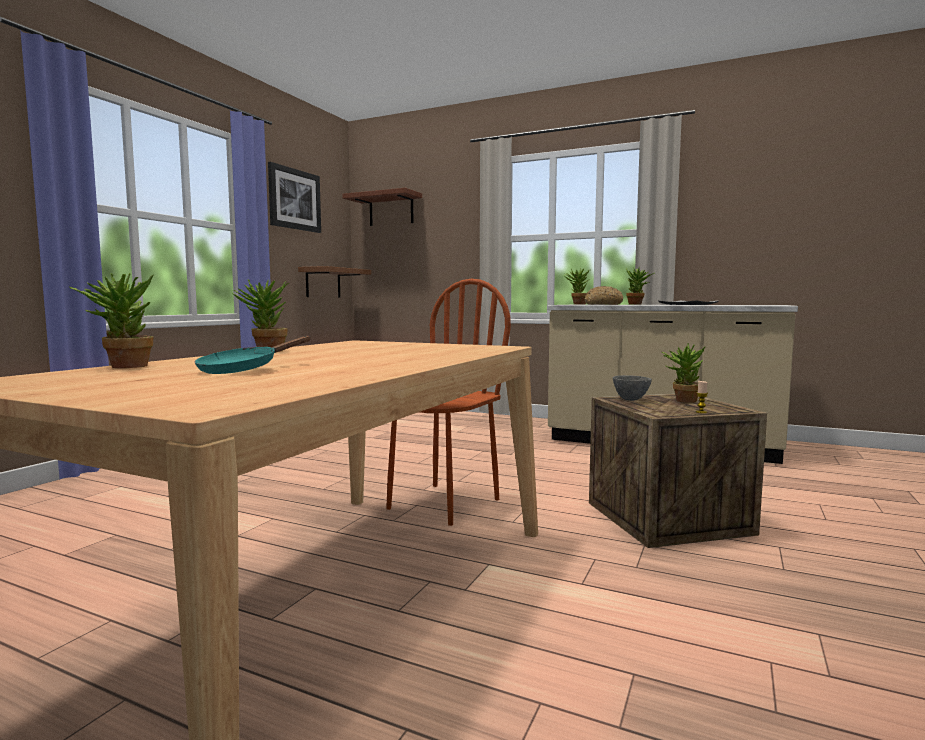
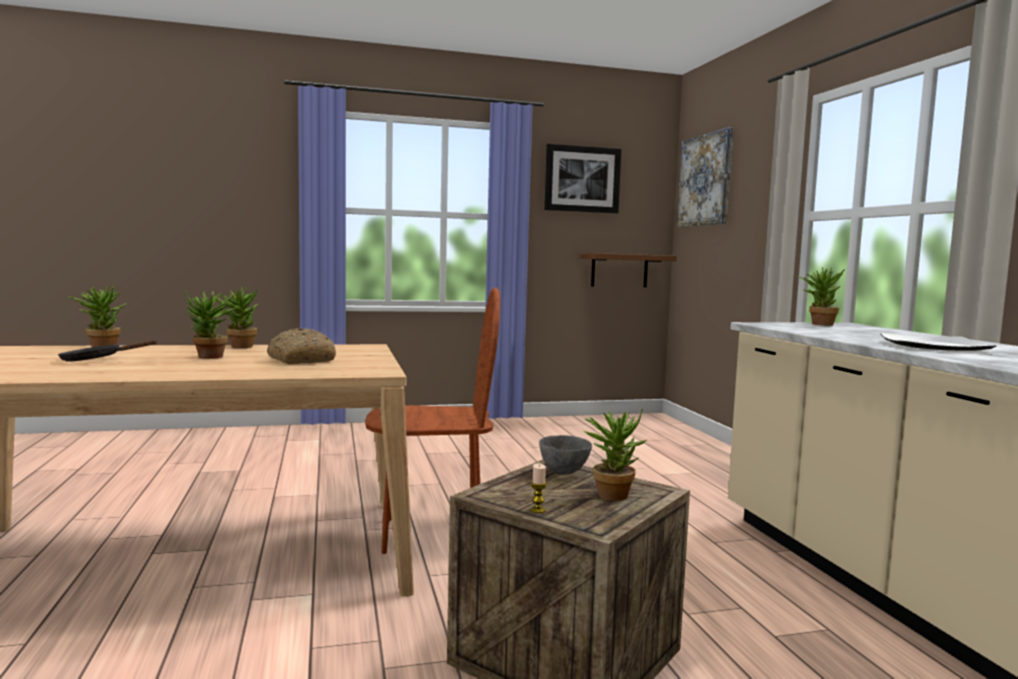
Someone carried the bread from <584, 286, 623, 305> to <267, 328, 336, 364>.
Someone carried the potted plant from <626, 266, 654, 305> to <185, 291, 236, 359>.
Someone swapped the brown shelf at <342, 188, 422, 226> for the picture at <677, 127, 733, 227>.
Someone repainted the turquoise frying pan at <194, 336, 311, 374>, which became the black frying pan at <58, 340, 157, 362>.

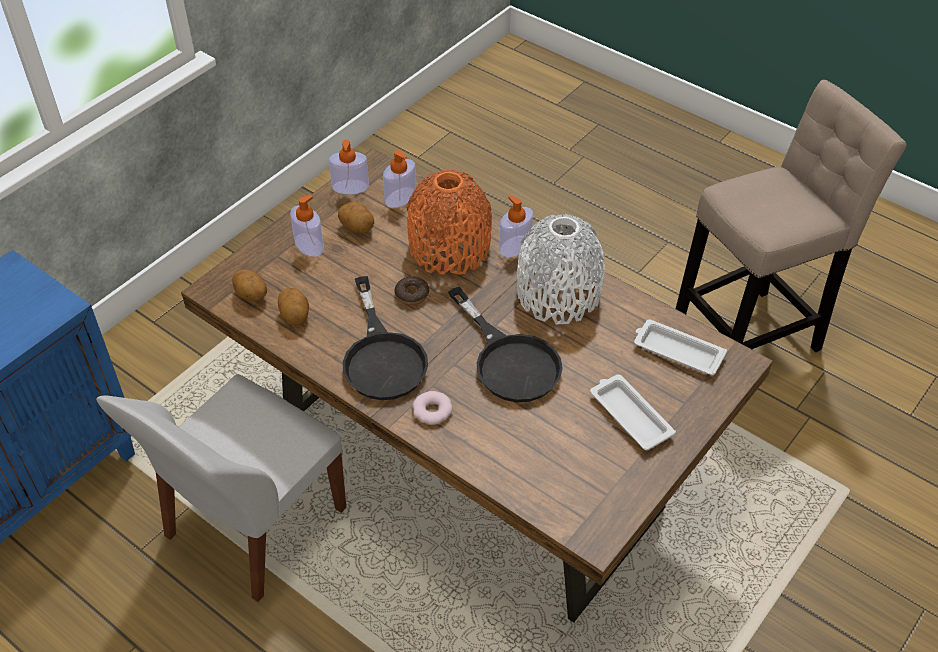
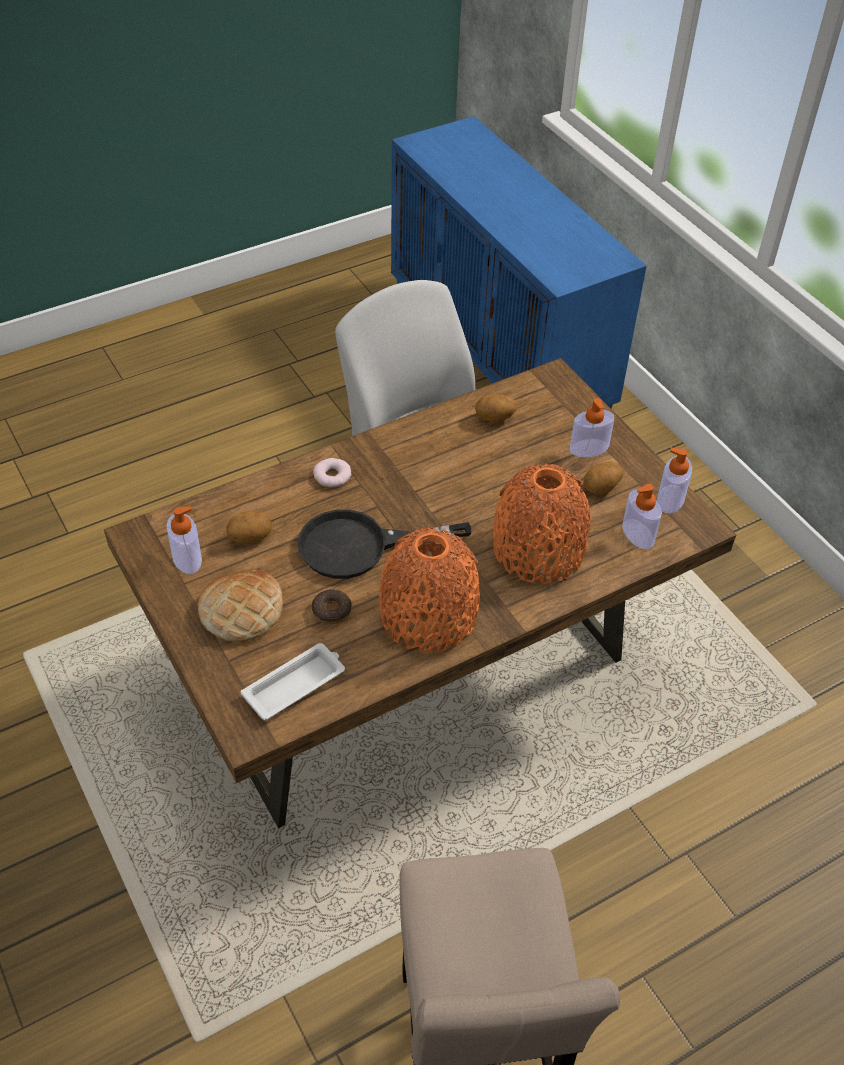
Someone took away the black frying pan at <343, 276, 428, 400>.
Someone carried the potato from <232, 269, 267, 301> to <226, 511, 272, 544>.
Someone carried the donut from <394, 276, 429, 305> to <312, 589, 352, 624>.
Someone carried the soap dispenser from <499, 195, 533, 257> to <166, 506, 202, 574>.
Someone swapped the white tray at <590, 374, 676, 450> for the bread at <198, 569, 283, 642>.
Someone repainted the white vase at <517, 213, 605, 325>, which became the orange vase at <379, 527, 480, 653>.

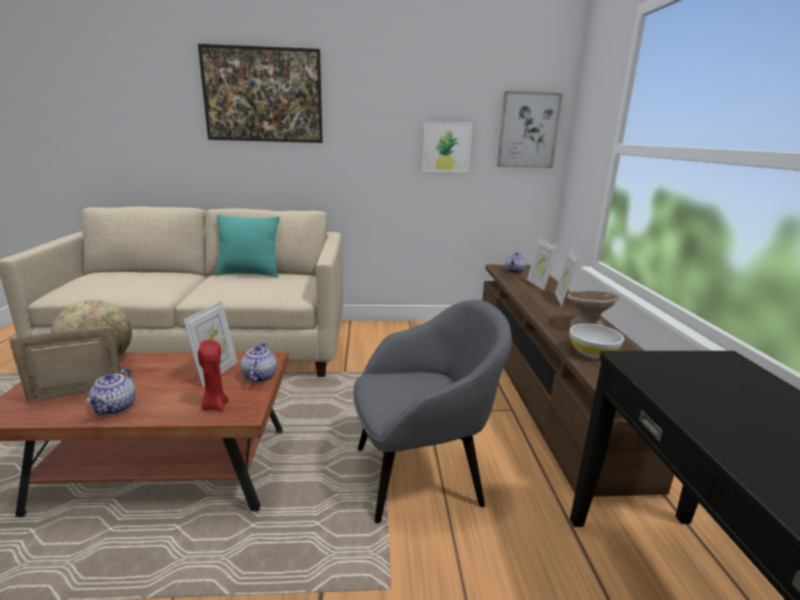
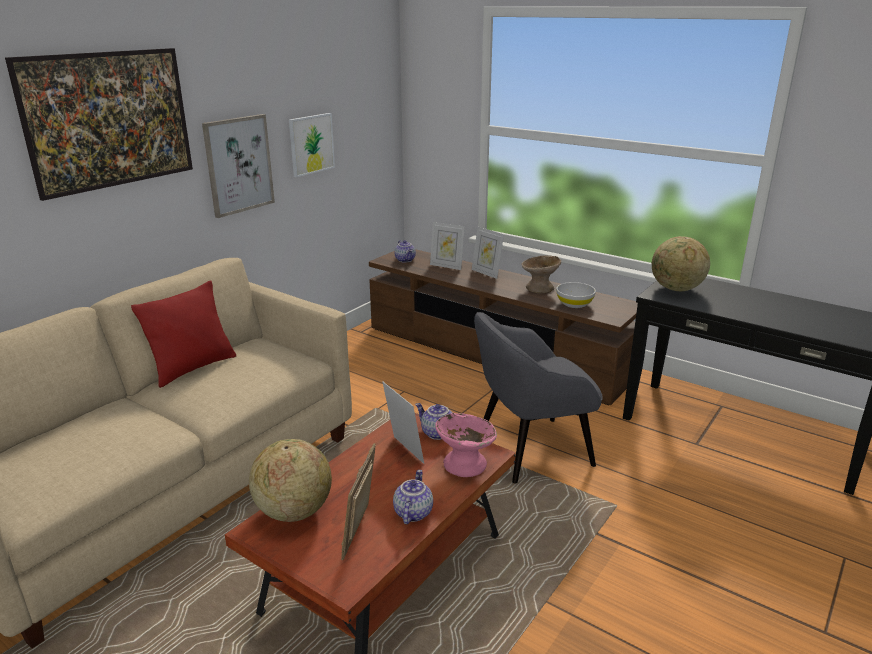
Someone put down the globe at <652, 236, 710, 291>.
Someone carried the picture from <497, 91, 563, 168> to <202, 114, 275, 218>.
Someone swapped the red candle at <198, 340, 229, 411> for the pink bowl at <435, 413, 497, 477>.
Someone repainted the turquoise pillow at <214, 214, 280, 278>, which became the red pillow at <131, 280, 236, 388>.
Someone rotated the teapot at <87, 368, 136, 415> by 120 degrees counterclockwise.
Someone rotated the grey armchair at <353, 300, 512, 523> by 135 degrees counterclockwise.

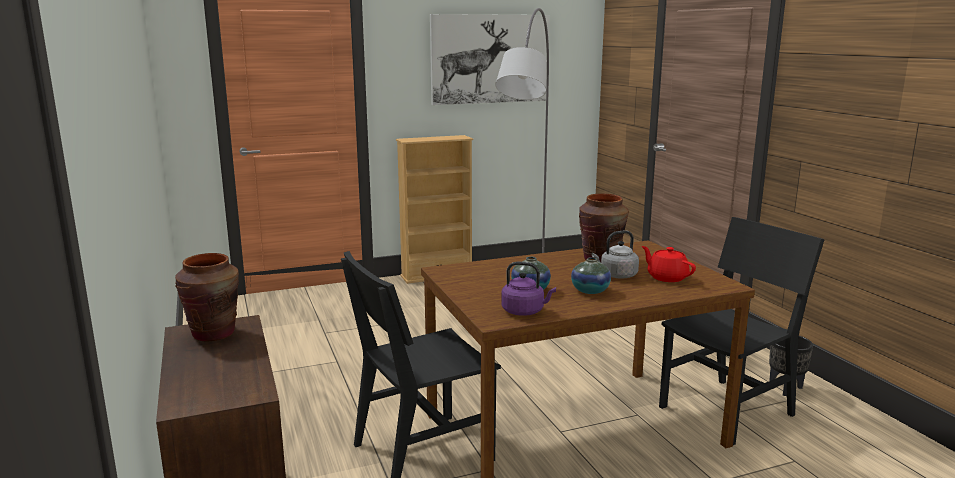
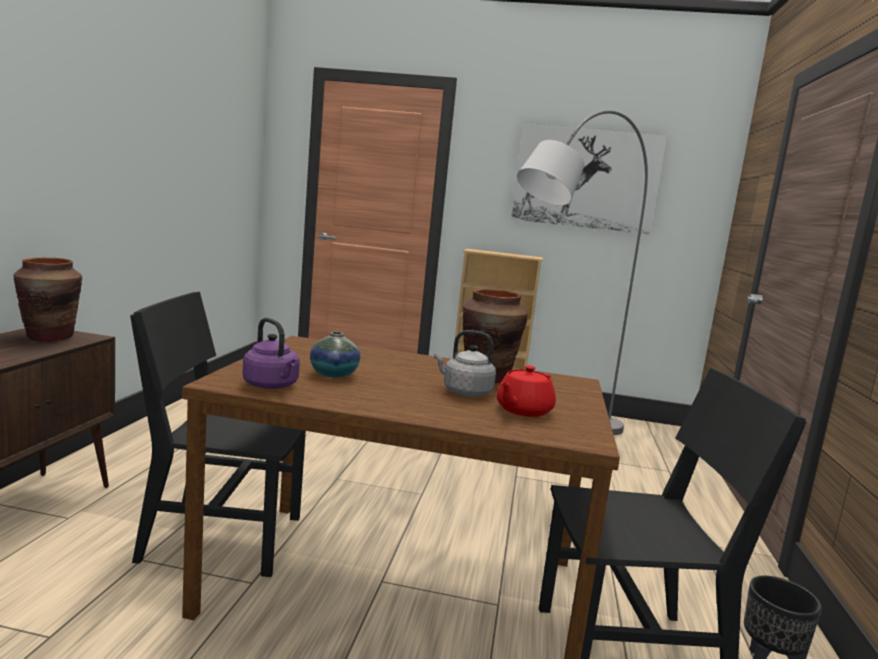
Someone took away the vase at <571, 257, 611, 294>.
Someone rotated the red teapot at <642, 246, 696, 282> by 135 degrees counterclockwise.

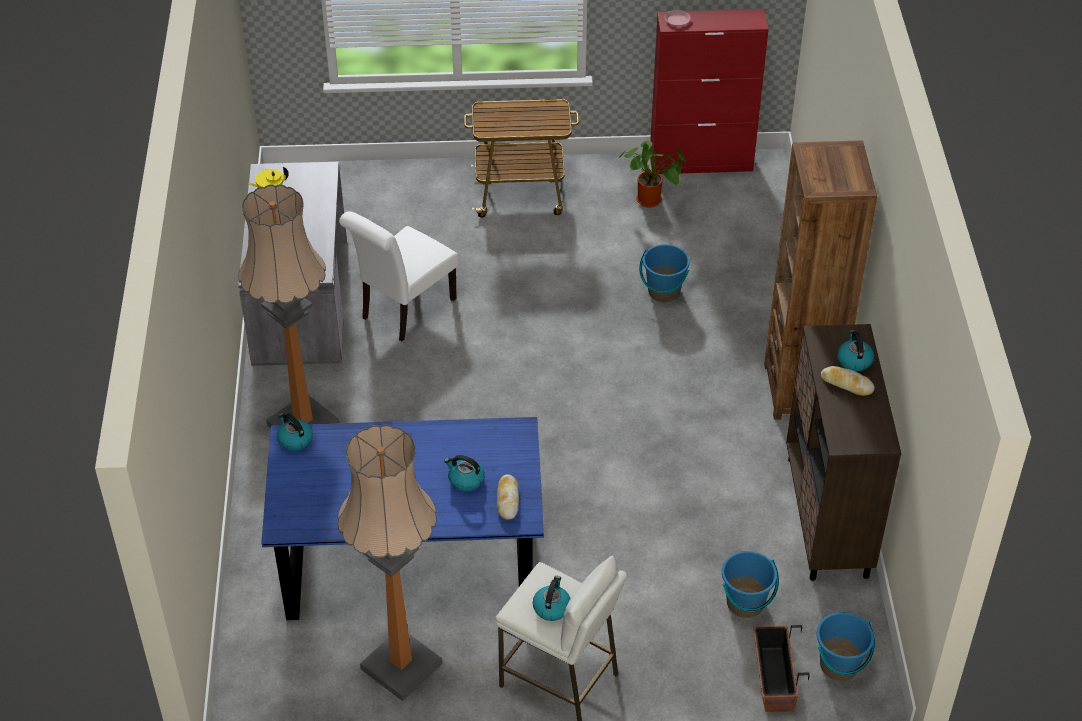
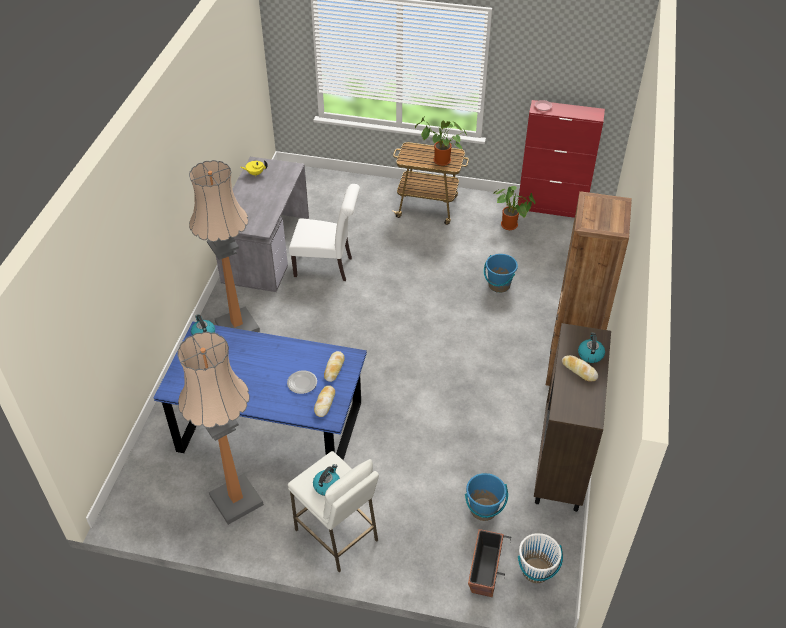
Someone put down the bread at <324, 351, 345, 382>.
Someone put down the potted plant at <415, 117, 467, 166>.
Someone swapped the kettle at <444, 455, 485, 491> for the plate at <287, 371, 317, 394>.
Someone repainted the blue bucket at <817, 612, 875, 681>, which became the white bucket at <518, 533, 563, 583>.
Someone rotated the white chair at <339, 211, 459, 341> by 135 degrees counterclockwise.

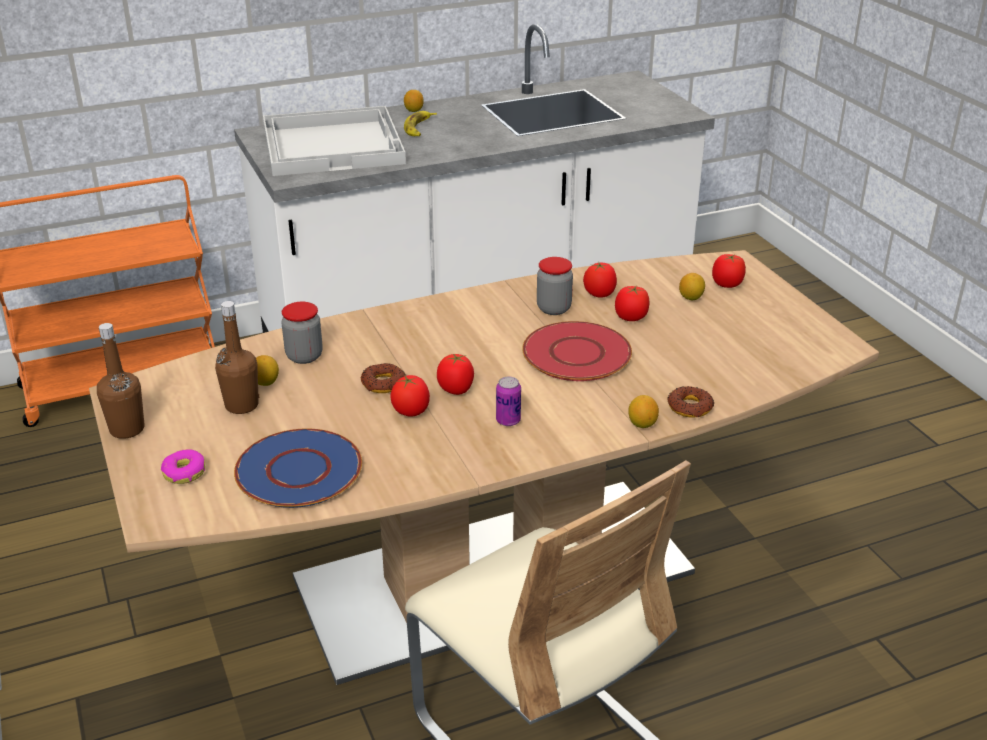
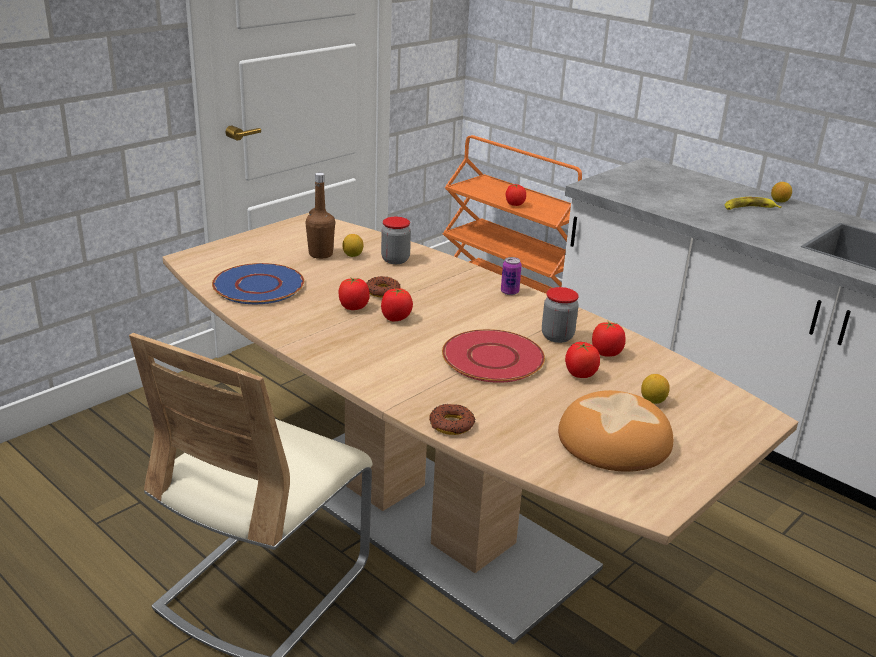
Someone took away the brown bottle at <97, 323, 145, 439>.
Someone took away the donut at <161, 449, 205, 484>.
Someone took away the white tray at <263, 106, 406, 176>.
Someone took away the lemon at <628, 395, 659, 428>.
Someone put down the bread at <558, 390, 673, 472>.
Someone carried the can from <496, 377, 521, 426> to <501, 257, 522, 295>.
Someone carried the tomato from <712, 254, 746, 288> to <506, 184, 526, 206>.

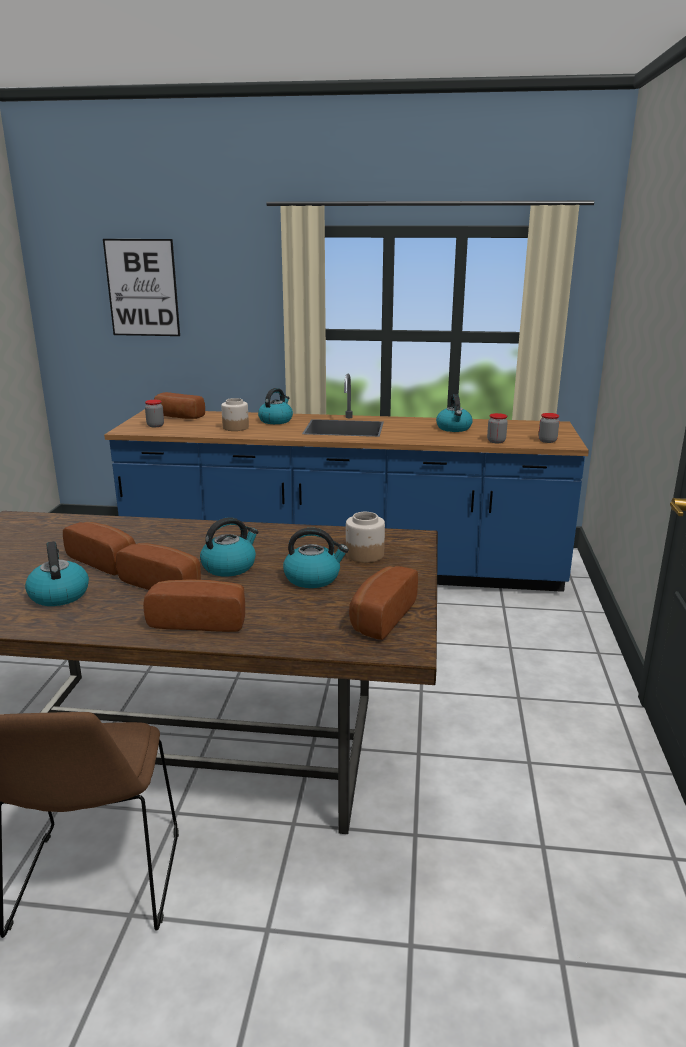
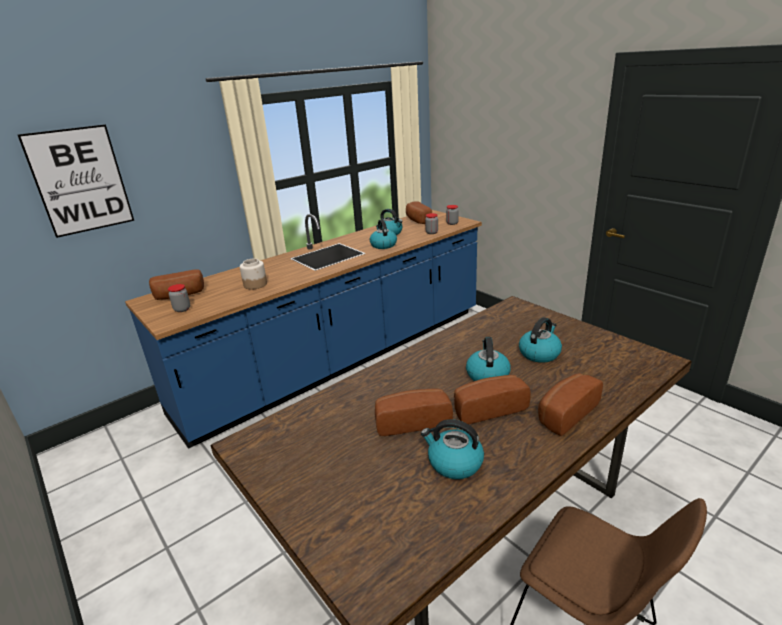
Someone took away the jar at <346, 512, 385, 563>.
Someone carried the kettle from <258, 388, 293, 424> to <369, 219, 397, 249>.
Someone carried the bread from <349, 566, 418, 640> to <406, 201, 432, 224>.

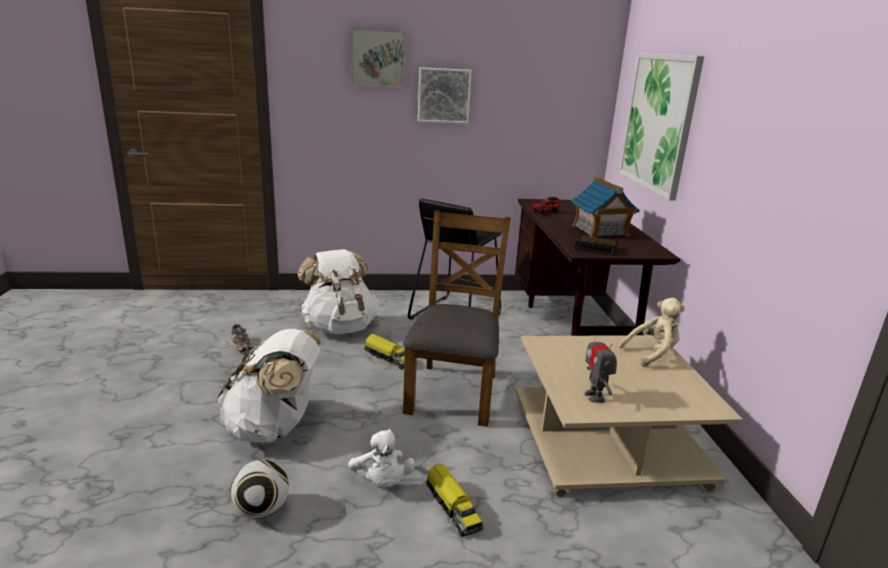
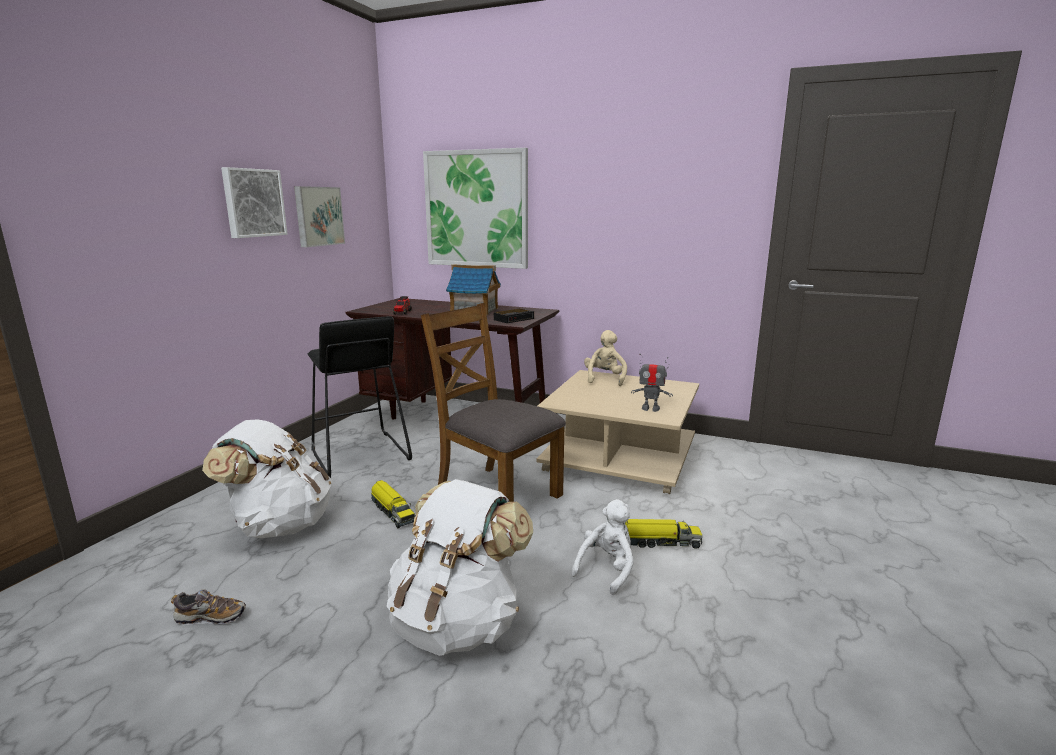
Someone took away the football at <230, 460, 289, 519>.
Someone carried the picture from <351, 28, 405, 88> to <294, 186, 345, 247>.
Someone rotated the white plush toy at <348, 429, 415, 487> by 60 degrees counterclockwise.
Someone rotated the toy truck at <364, 333, 405, 370> by 75 degrees clockwise.

